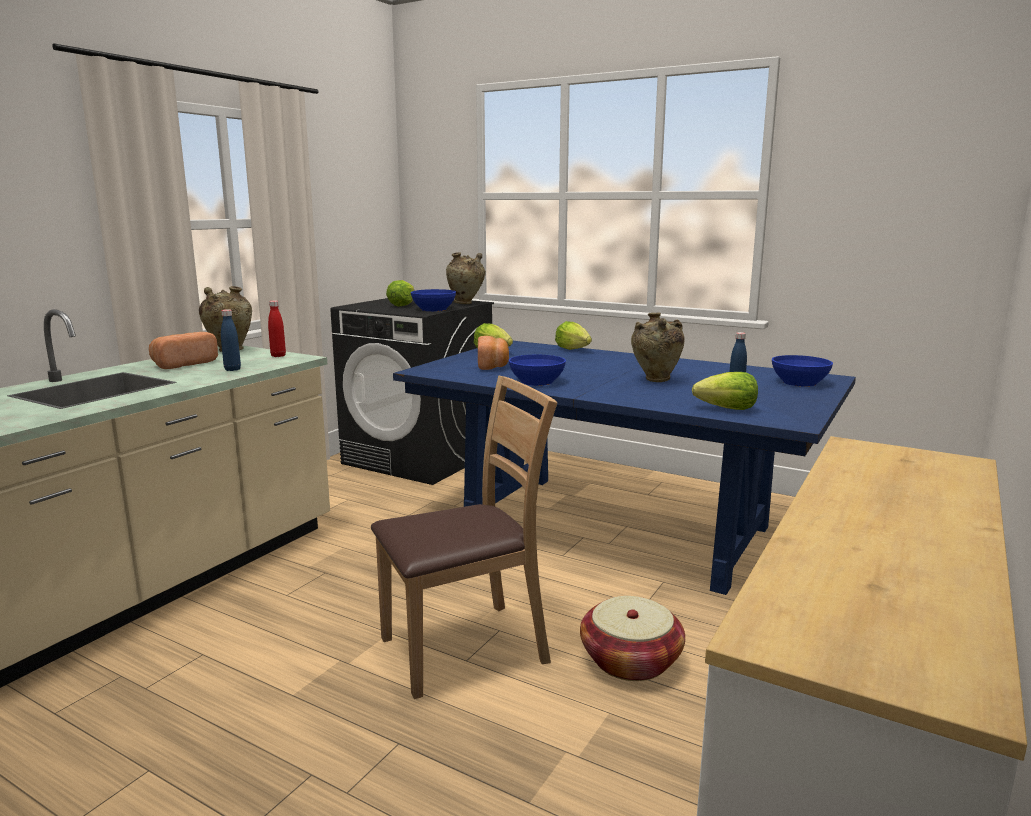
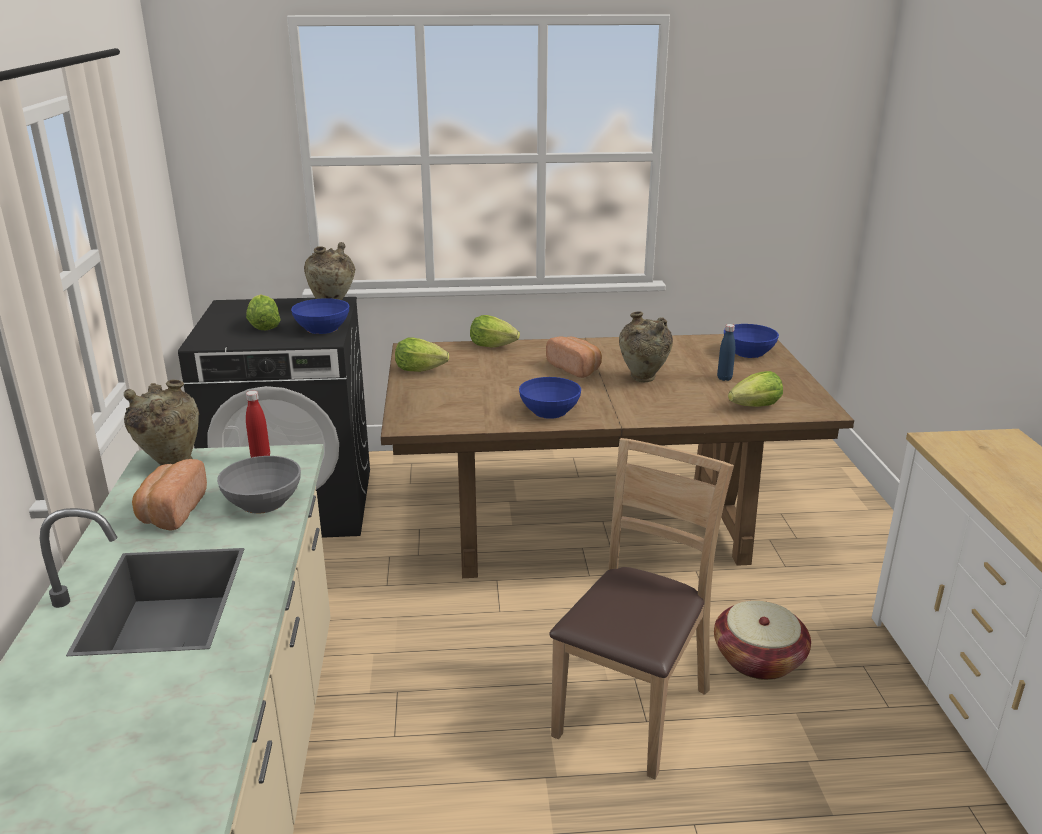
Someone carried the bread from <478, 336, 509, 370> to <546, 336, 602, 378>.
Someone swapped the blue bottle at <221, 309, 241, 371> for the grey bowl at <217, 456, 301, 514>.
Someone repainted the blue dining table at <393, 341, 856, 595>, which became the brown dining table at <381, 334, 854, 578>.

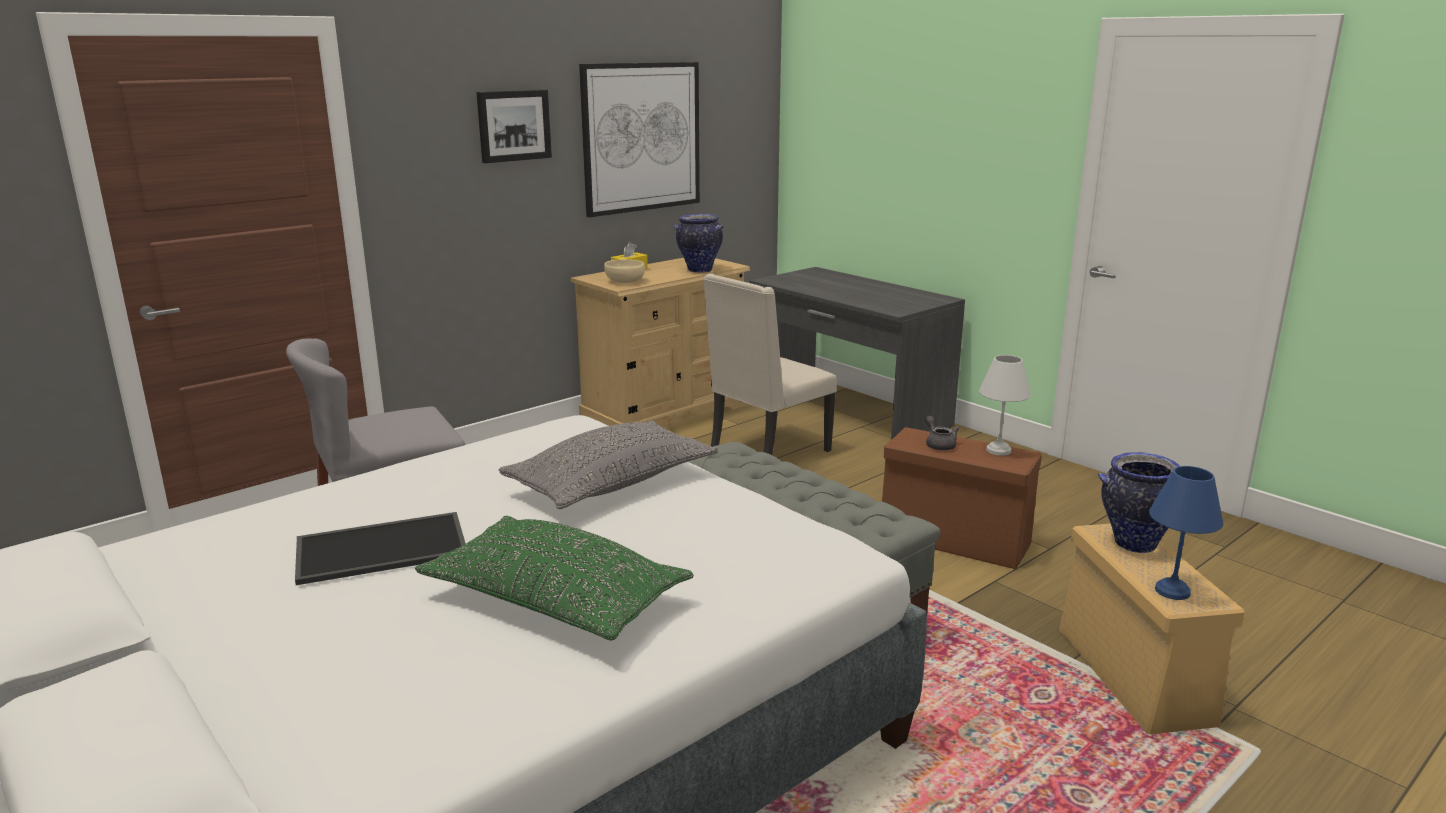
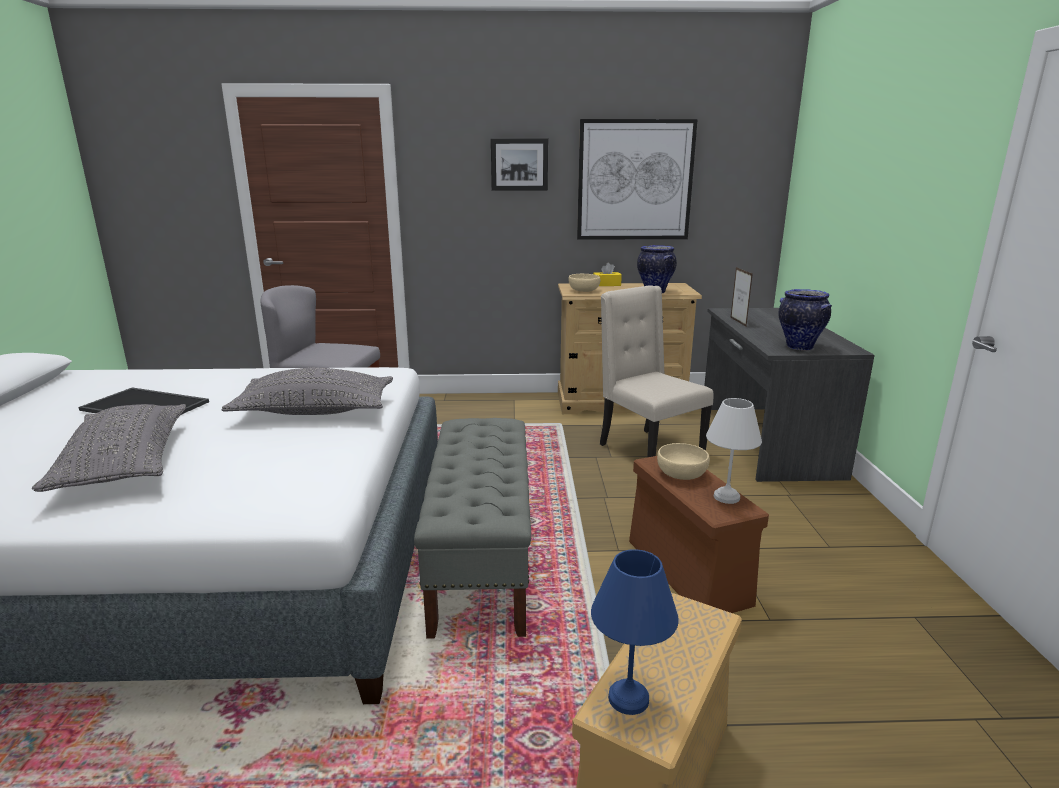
Someone put down the picture frame at <731, 267, 753, 327>.
Someone carried the vase from <1098, 452, 1180, 553> to <778, 289, 832, 351>.
Someone swapped the grey teapot at <925, 416, 959, 450> for the beige bowl at <657, 443, 710, 480>.
Someone repainted the green pillow at <415, 516, 694, 640>, which became the grey pillow at <32, 404, 186, 492>.
Someone rotated the beige chair at <703, 273, 837, 455> by 60 degrees clockwise.

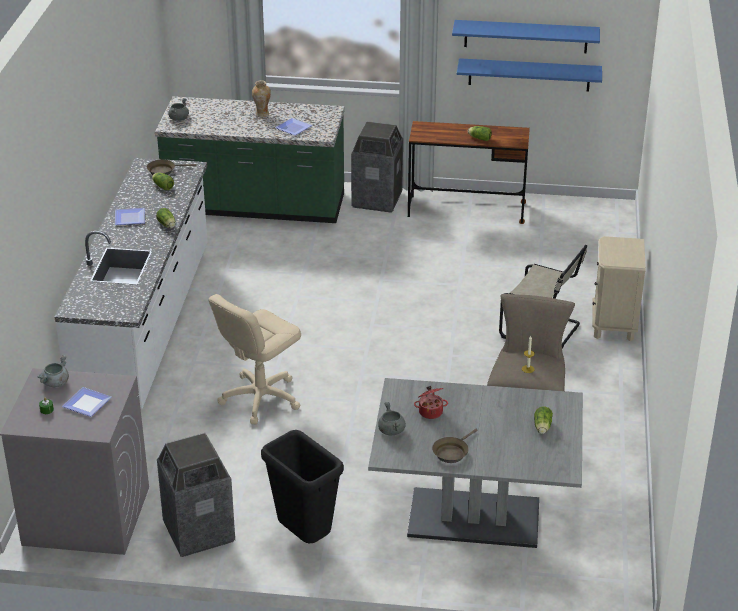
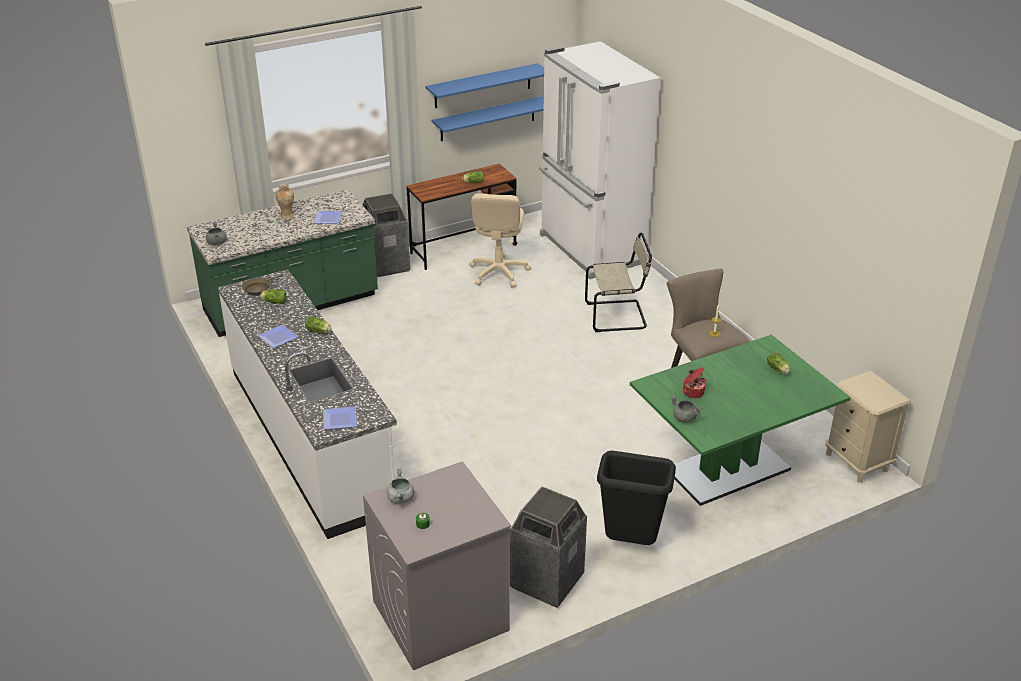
Someone took away the brown frying pan at <432, 429, 477, 463>.
Someone put down the white fridge at <539, 41, 661, 279>.
Someone carried the plate from <62, 387, 111, 417> to <323, 406, 357, 430>.
Someone carried the beige office chair from <208, 294, 301, 424> to <469, 193, 531, 287>.
Someone carried the beige nightstand from <592, 236, 646, 341> to <825, 371, 911, 483>.
Someone repainted the grey dining table at <368, 378, 583, 548>, which became the green dining table at <630, 335, 851, 506>.

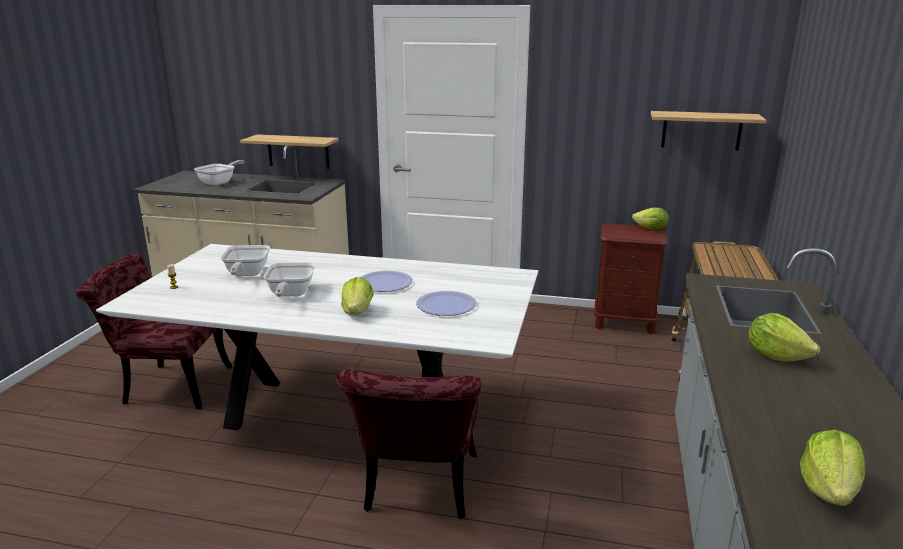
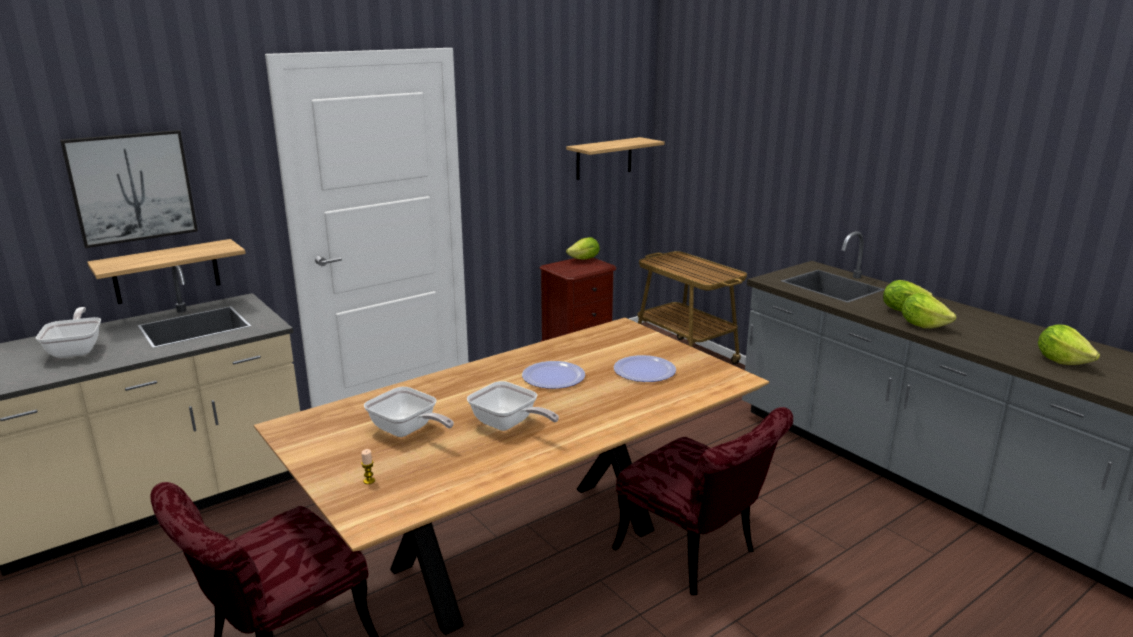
Someone put up the picture at <60, 130, 198, 248>.
Someone carried the lettuce from <341, 277, 373, 315> to <901, 293, 956, 328>.
Someone repainted the white dining table at <96, 244, 538, 430>, which became the brown dining table at <254, 318, 769, 635>.

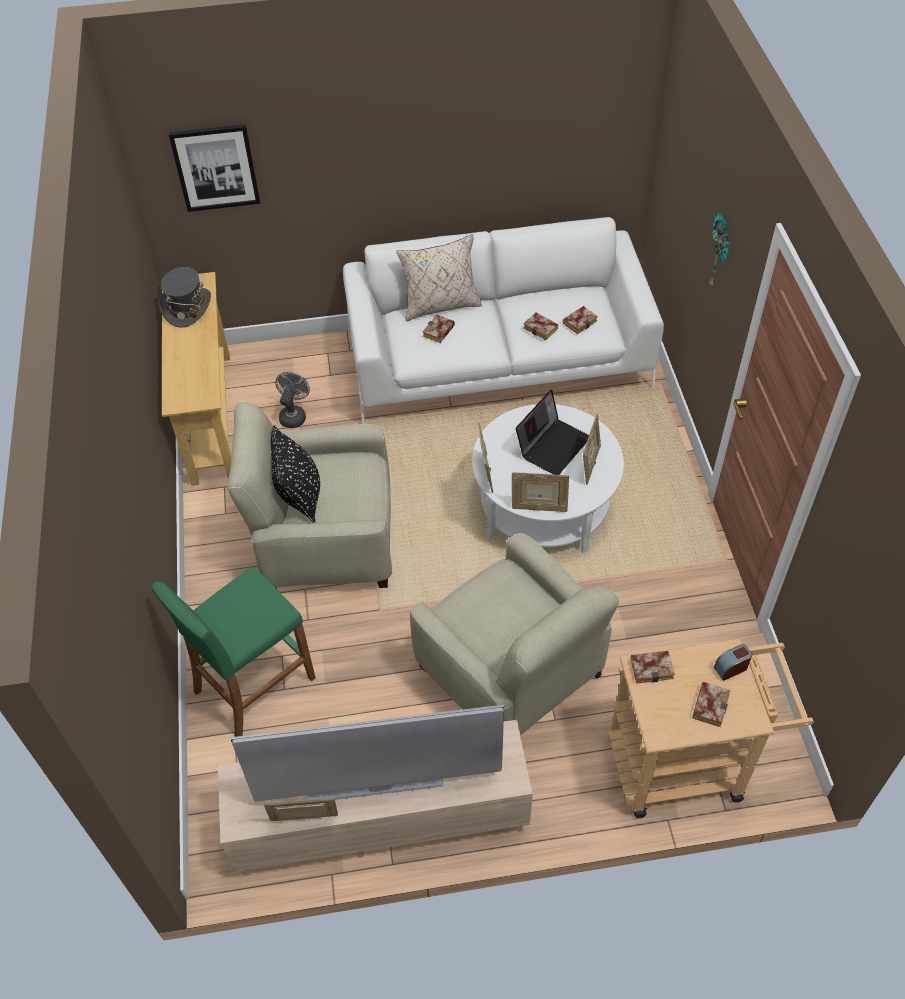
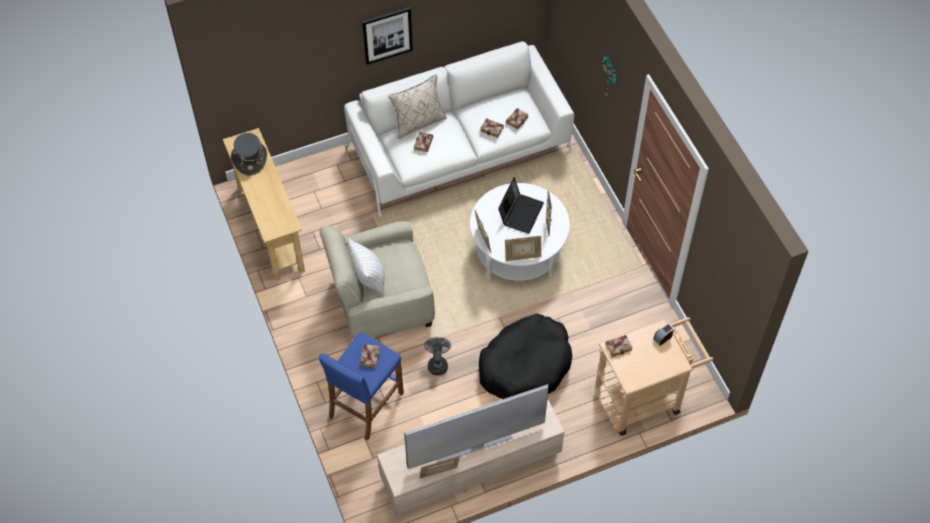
Someone carried the picture from <169, 124, 260, 212> to <362, 7, 413, 65>.
Someone carried the grey fan from <275, 372, 310, 428> to <424, 337, 451, 375>.
Someone carried the book from <692, 682, 730, 727> to <360, 344, 380, 367>.
Someone swapped the beige armchair at <410, 533, 619, 736> for the black dog bed at <479, 314, 572, 399>.
Someone repainted the green stool at <151, 567, 315, 737>, which became the blue stool at <318, 332, 404, 441>.
Someone repainted the black pillow at <271, 426, 320, 523>, which became the white pillow at <348, 238, 385, 295>.

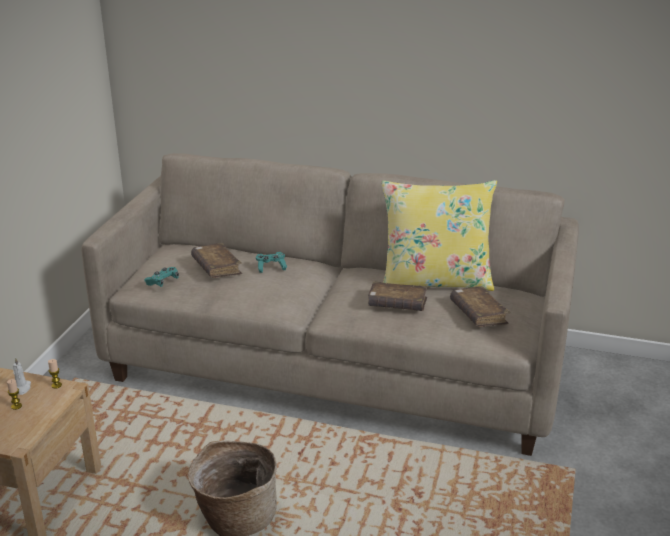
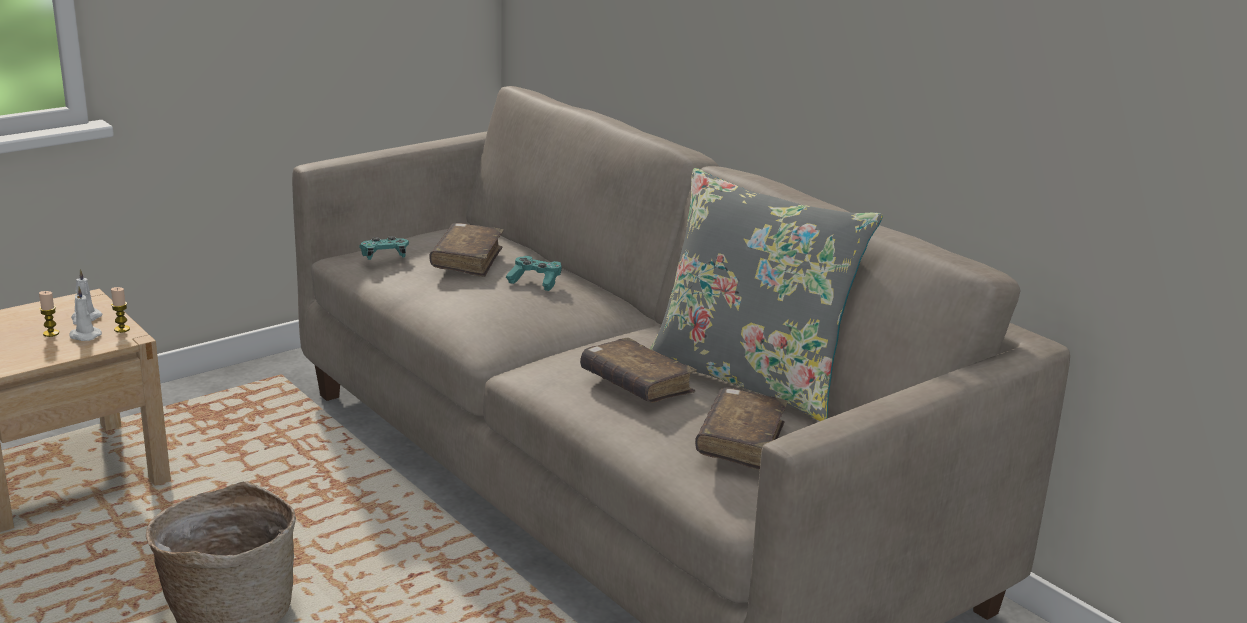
Someone put down the white candle at <69, 286, 102, 341>.
Someone repainted the yellow pillow at <382, 180, 497, 291>, which became the grey pillow at <649, 168, 883, 421>.

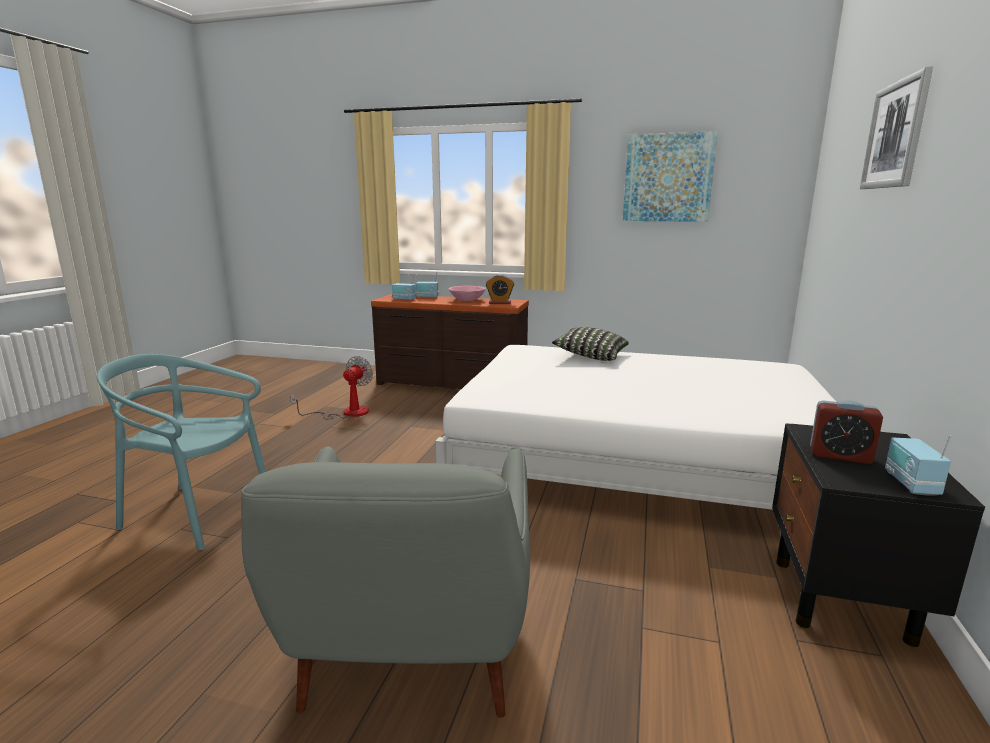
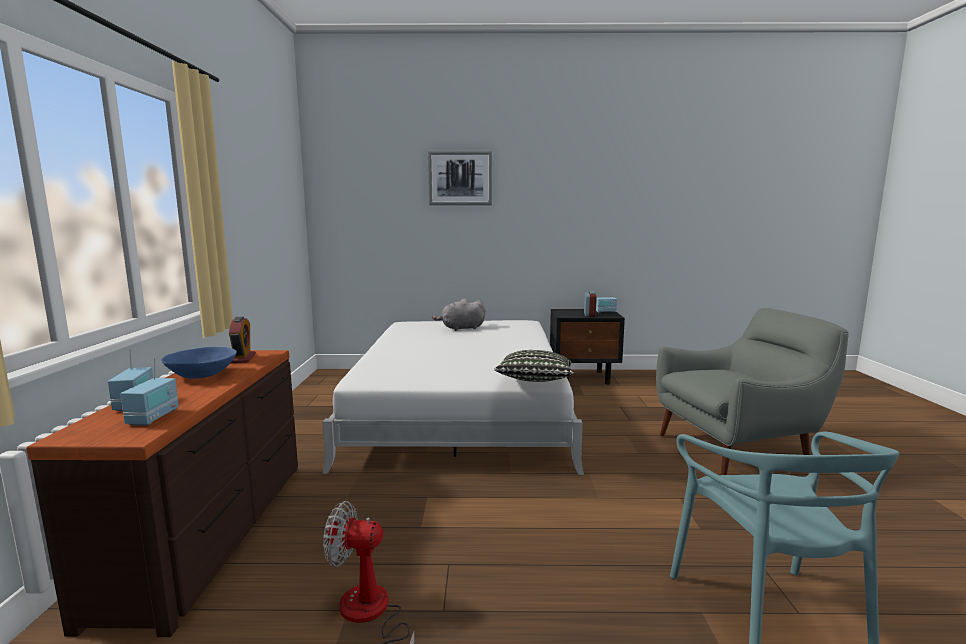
Someone took away the picture at <623, 131, 717, 222>.
Someone put down the grey plush toy at <432, 299, 486, 331>.
Someone carried the pillow from <552, 327, 629, 361> to <494, 350, 574, 382>.
Someone repainted the pink bowl at <449, 286, 486, 301>, which became the blue bowl at <161, 347, 237, 379>.

